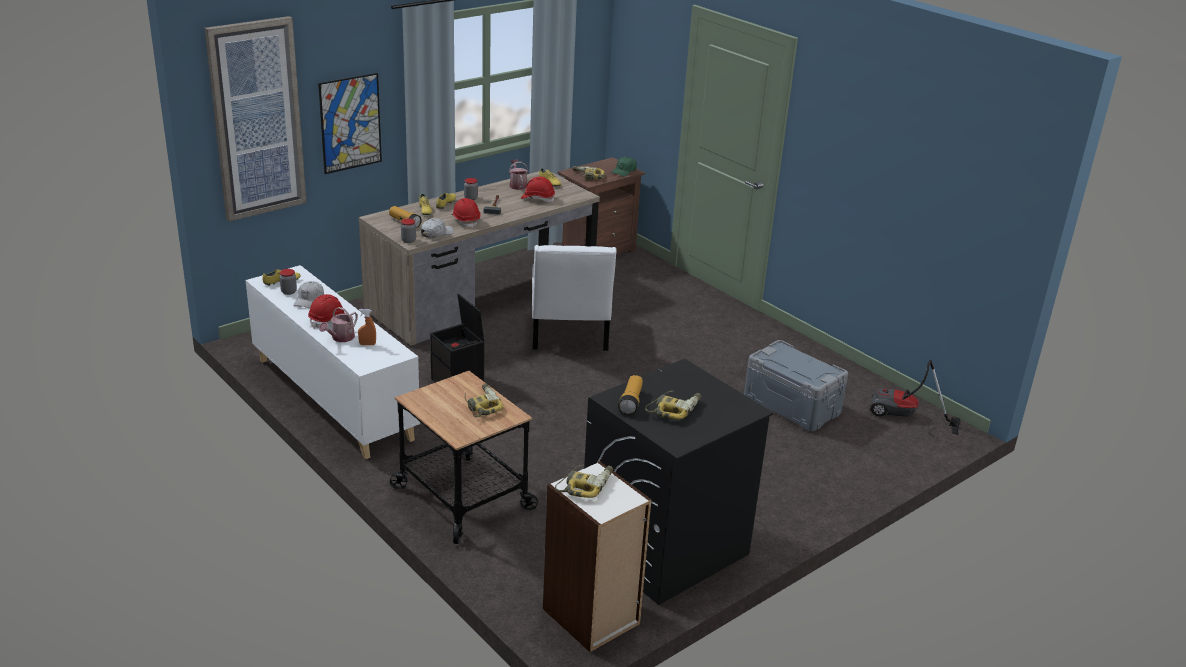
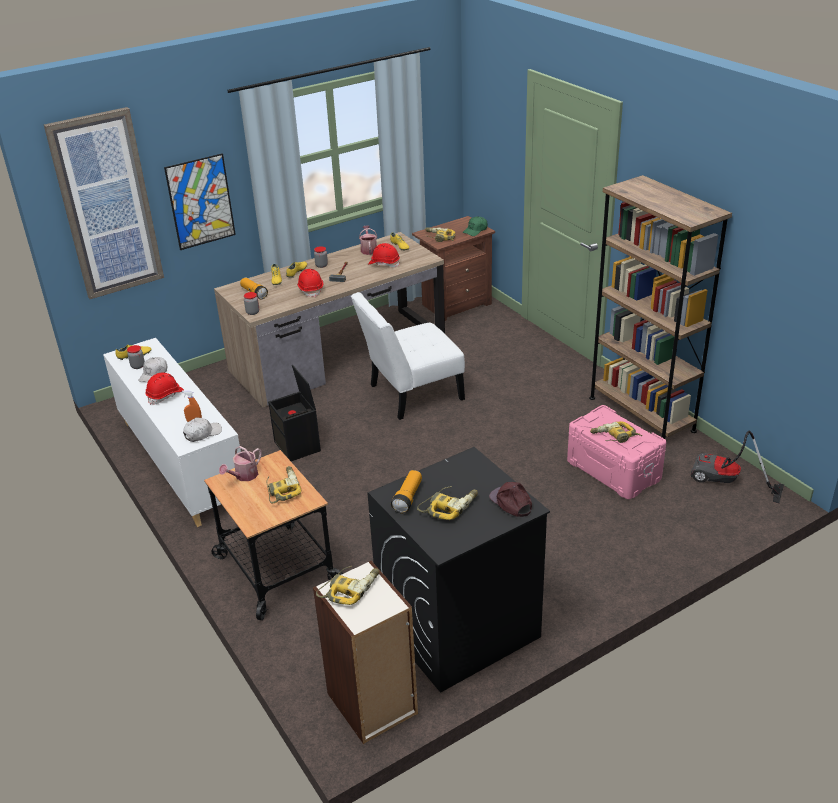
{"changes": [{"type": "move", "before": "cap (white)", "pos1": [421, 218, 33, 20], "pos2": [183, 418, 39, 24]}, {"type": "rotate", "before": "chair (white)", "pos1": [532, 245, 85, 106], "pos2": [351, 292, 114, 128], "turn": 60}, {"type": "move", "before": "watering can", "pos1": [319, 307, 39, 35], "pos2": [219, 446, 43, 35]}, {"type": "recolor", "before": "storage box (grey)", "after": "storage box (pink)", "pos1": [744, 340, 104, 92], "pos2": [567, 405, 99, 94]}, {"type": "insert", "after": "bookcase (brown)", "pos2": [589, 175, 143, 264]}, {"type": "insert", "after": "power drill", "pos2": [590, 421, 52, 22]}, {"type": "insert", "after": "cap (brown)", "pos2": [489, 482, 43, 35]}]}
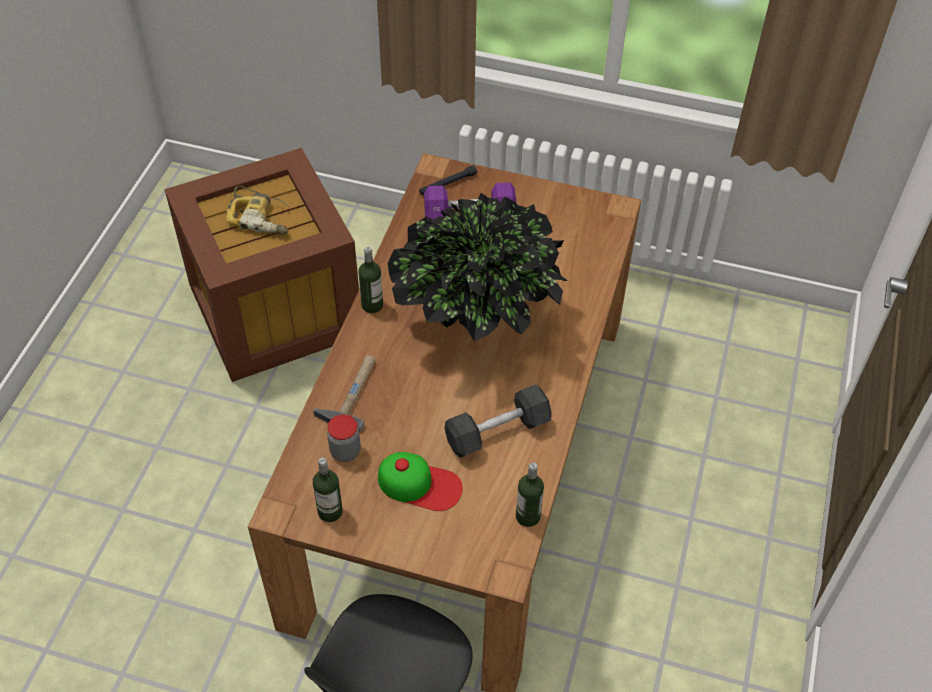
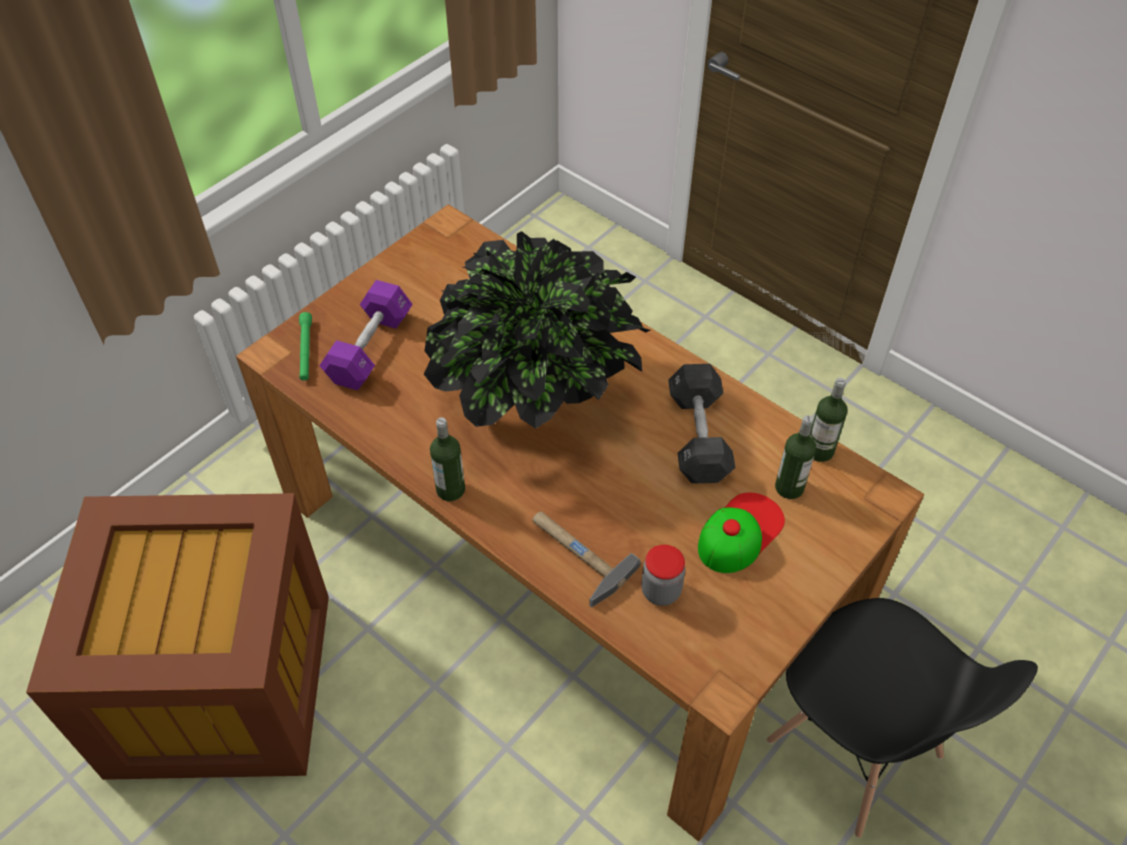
{"changes": [{"type": "recolor", "before": "flashlight (black)", "after": "flashlight (green)", "pos1": [419, 165, 58, 30], "pos2": [299, 312, 13, 69]}, {"type": "delete", "before": "power drill", "pos1": [226, 185, 64, 50]}, {"type": "move", "before": "bottle", "pos1": [313, 457, 30, 65], "pos2": [775, 415, 41, 84]}]}
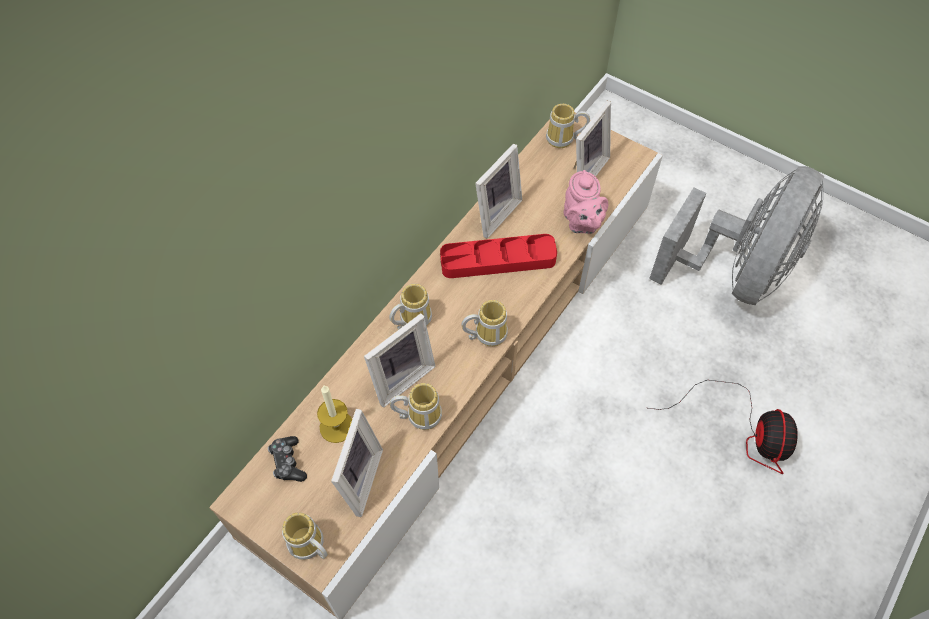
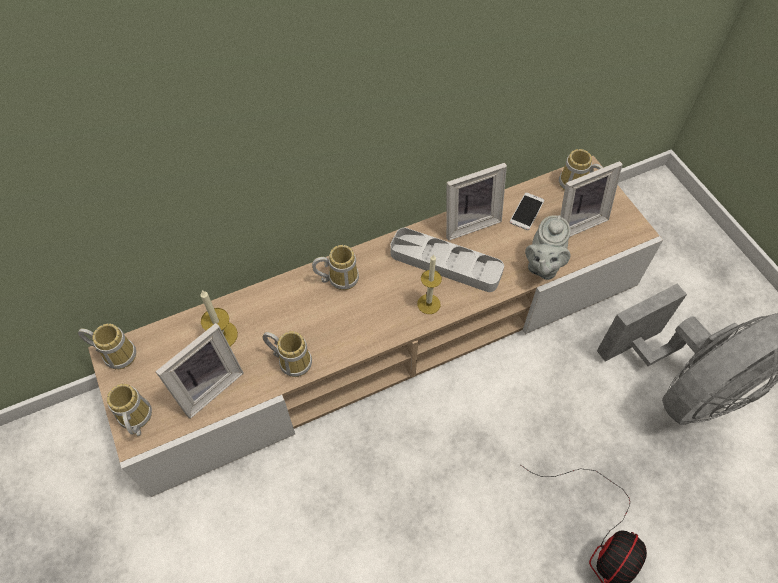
{"changes": [{"type": "recolor", "before": "teapot (pink)", "after": "teapot (grey)", "pos1": [564, 170, 44, 64], "pos2": [525, 215, 46, 65]}, {"type": "recolor", "before": "tray (red)", "after": "tray (grey)", "pos1": [440, 234, 117, 44], "pos2": [390, 228, 114, 64]}, {"type": "move", "before": "mug", "pos1": [462, 300, 46, 47], "pos2": [78, 324, 58, 46]}, {"type": "delete", "before": "picture frame", "pos1": [364, 313, 72, 95]}, {"type": "delete", "before": "game controller", "pos1": [268, 436, 39, 46]}, {"type": "insert", "after": "phone", "pos2": [510, 193, 34, 37]}, {"type": "insert", "after": "candle", "pos2": [417, 254, 25, 60]}]}
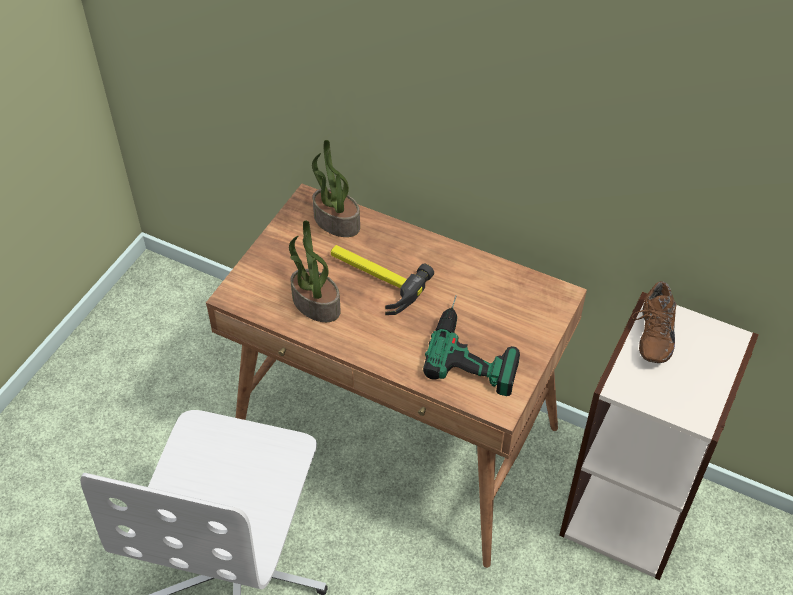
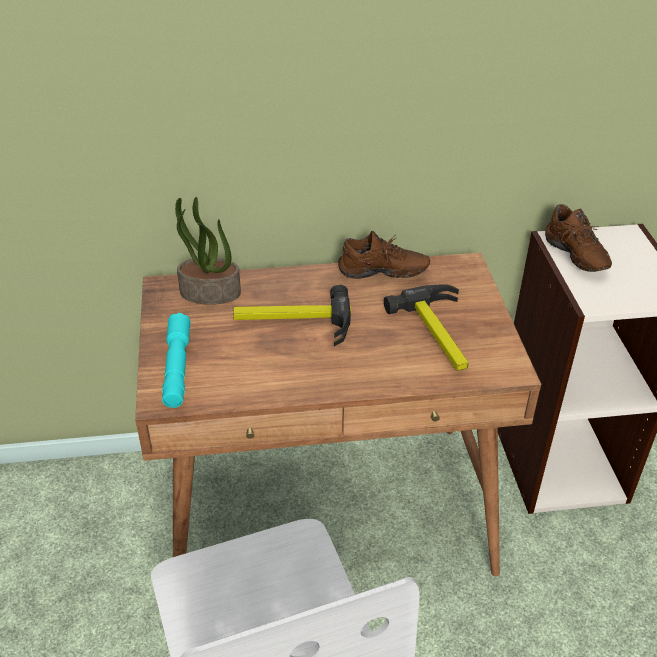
{"changes": [{"type": "delete", "before": "potted plant", "pos1": [289, 221, 52, 101]}, {"type": "replace", "before": "power drill", "after": "hammer", "pos1": [423, 295, 97, 101], "pos2": [384, 285, 85, 86]}, {"type": "insert", "after": "shoe (brown)", "pos2": [338, 231, 92, 48]}, {"type": "insert", "after": "flashlight (turquoise)", "pos2": [162, 313, 29, 95]}]}
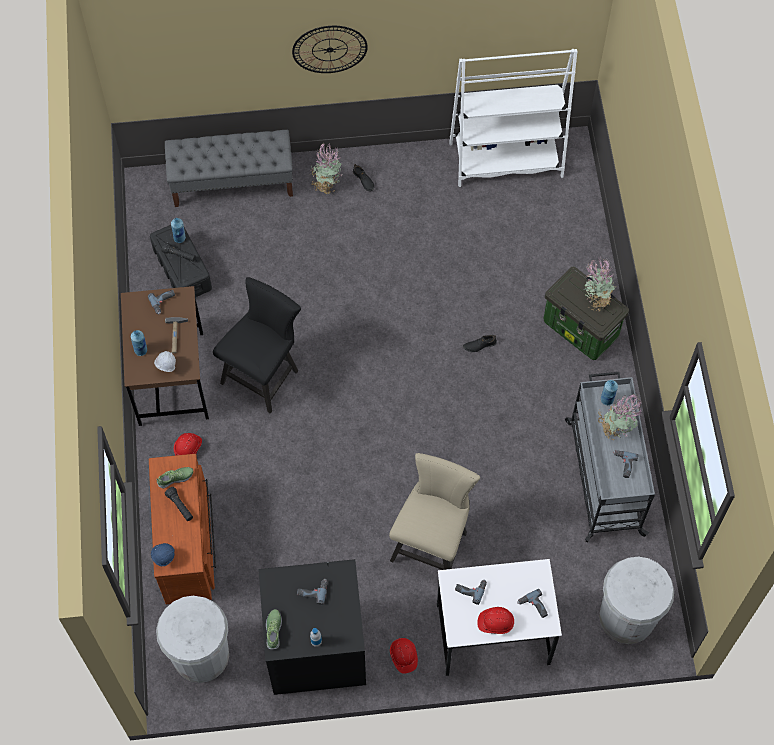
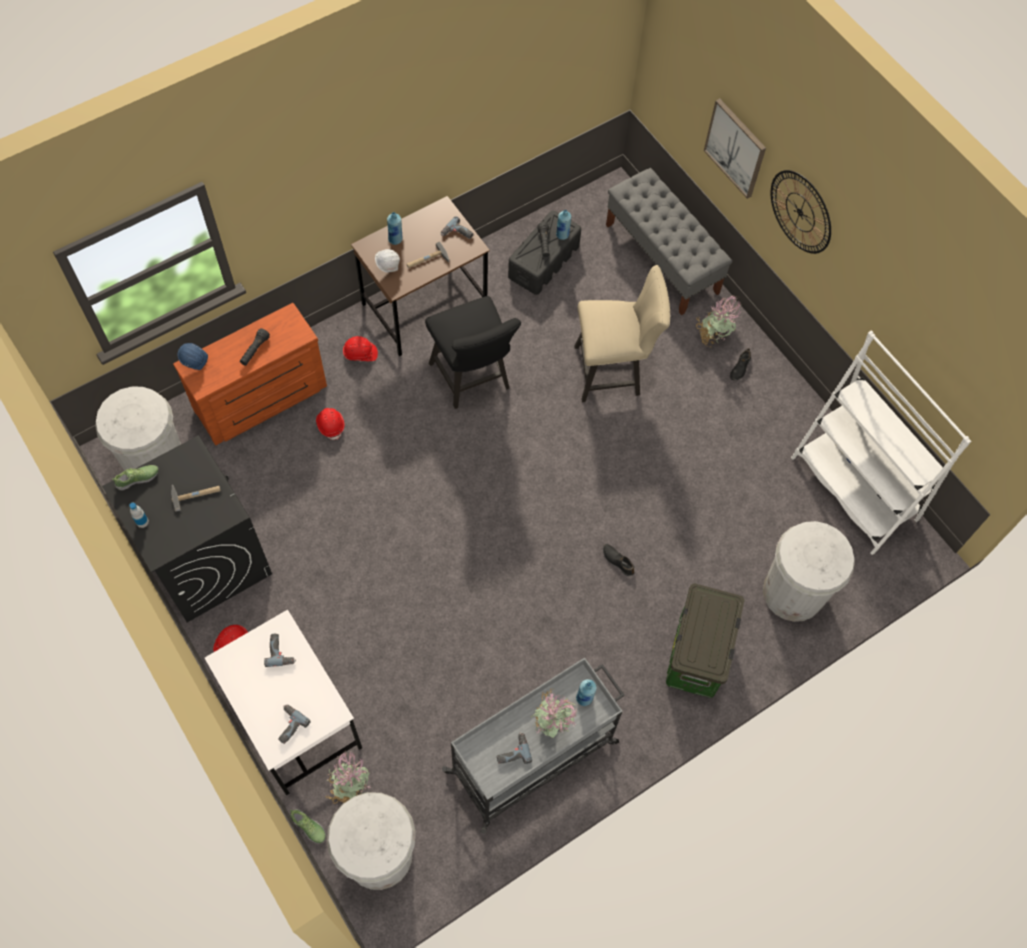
{"changes": [{"type": "move", "before": "potted plant", "pos1": [584, 256, 32, 55], "pos2": [326, 750, 45, 54]}, {"type": "rotate", "before": "chair (black)", "pos1": [213, 277, 88, 137], "pos2": [425, 296, 96, 113], "turn": 60}, {"type": "move", "before": "chair (beige)", "pos1": [389, 453, 91, 117], "pos2": [574, 265, 96, 137]}, {"type": "move", "before": "shoe", "pos1": [156, 467, 37, 21], "pos2": [290, 809, 36, 34]}, {"type": "replace", "before": "power drill", "after": "hammer", "pos1": [297, 579, 31, 26], "pos2": [171, 485, 50, 26]}, {"type": "move", "before": "hard hat (red)", "pos1": [478, 607, 36, 27], "pos2": [316, 408, 28, 32]}, {"type": "insert", "after": "picture", "pos2": [704, 99, 62, 100]}, {"type": "insert", "after": "trash can (white)", "pos2": [763, 521, 92, 101]}]}
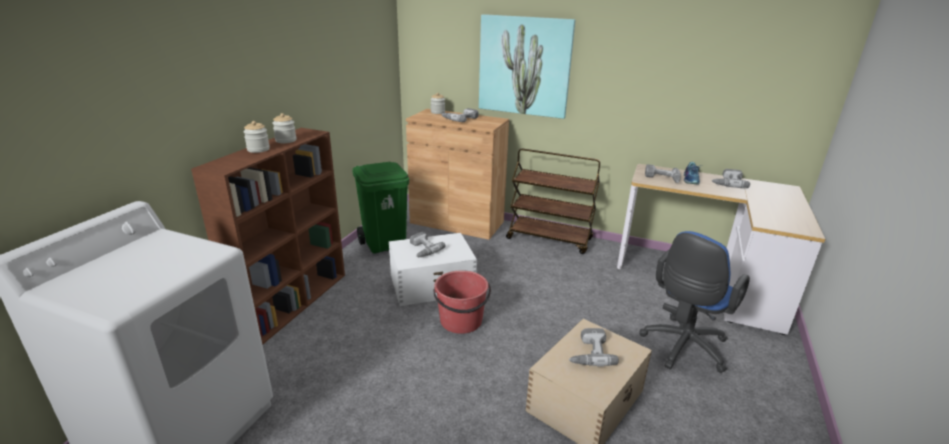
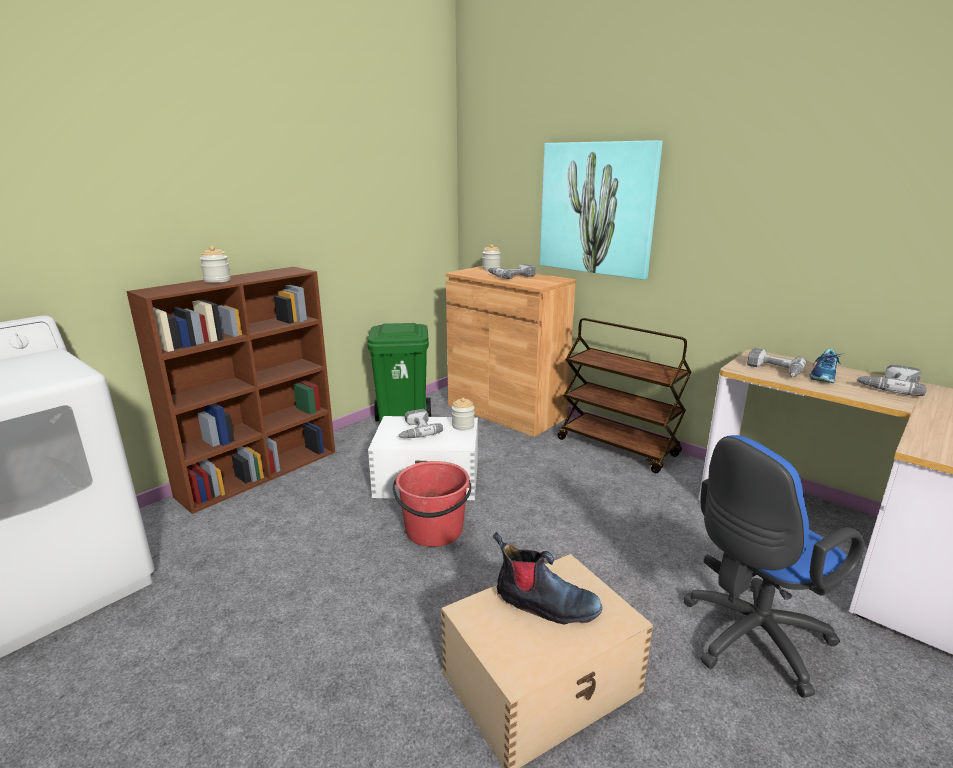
{"changes": [{"type": "move", "before": "jar", "pos1": [272, 113, 25, 30], "pos2": [452, 398, 23, 32]}, {"type": "replace", "before": "power drill", "after": "boot", "pos1": [569, 328, 50, 39], "pos2": [493, 532, 109, 93]}]}
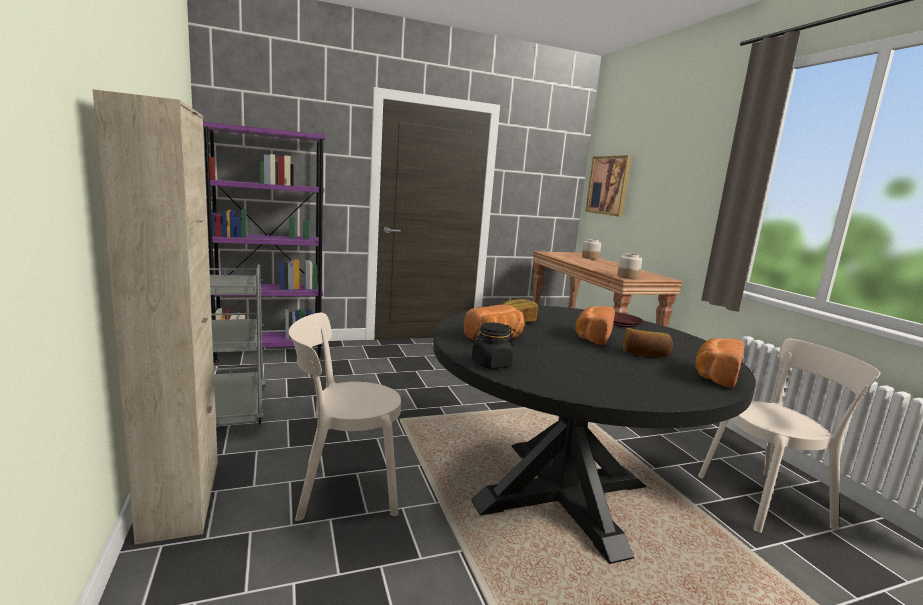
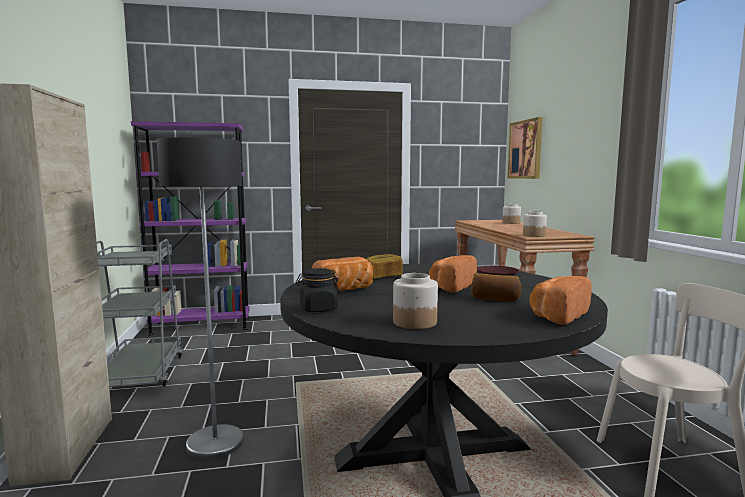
{"changes": [{"type": "replace", "before": "chair (beige)", "after": "floor lamp", "pos1": [288, 313, 113, 208], "pos2": [156, 137, 88, 322]}, {"type": "insert", "after": "jar", "pos2": [393, 273, 45, 56]}]}
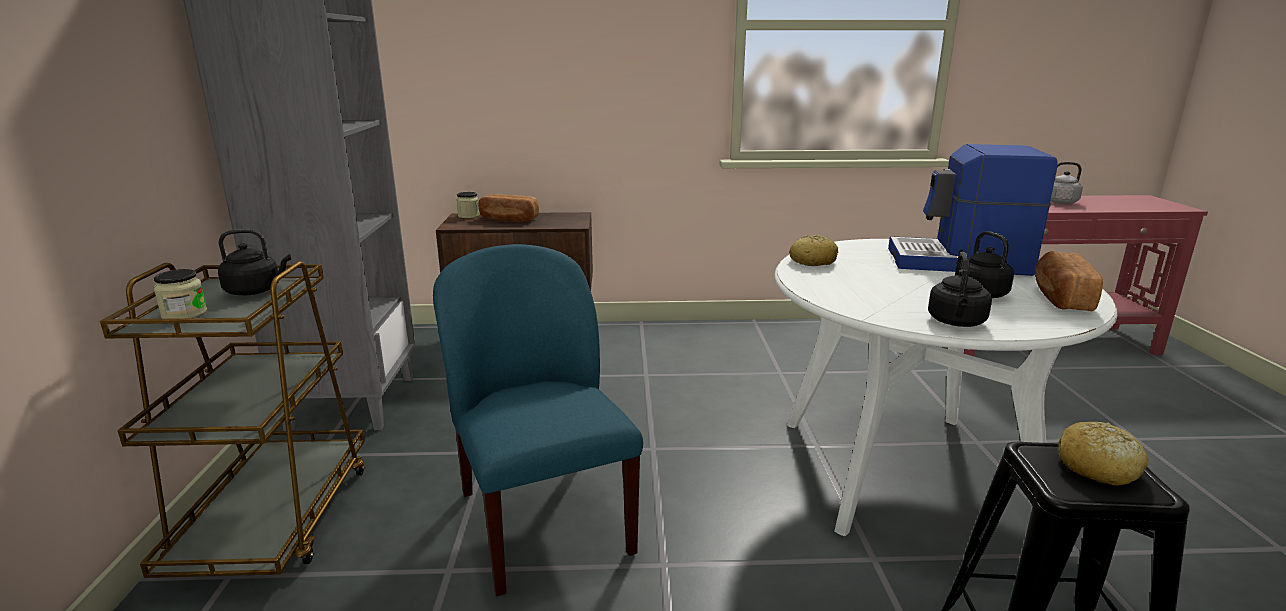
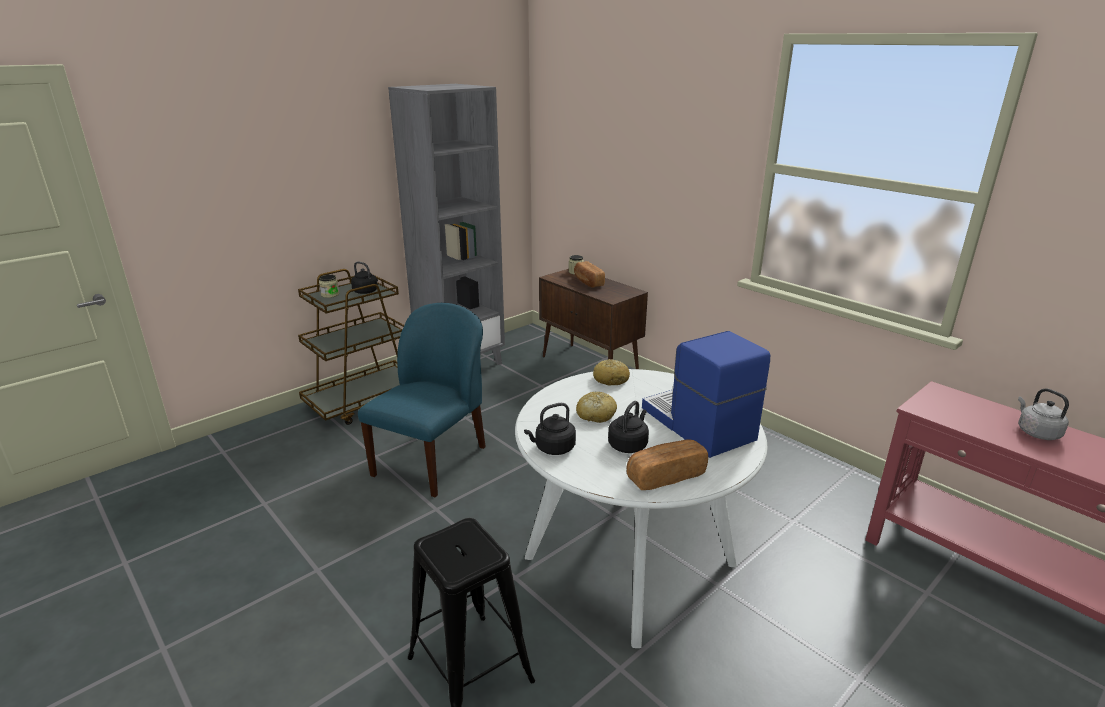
{"changes": [{"type": "move", "before": "bread", "pos1": [1058, 422, 90, 64], "pos2": [576, 392, 41, 31]}]}
